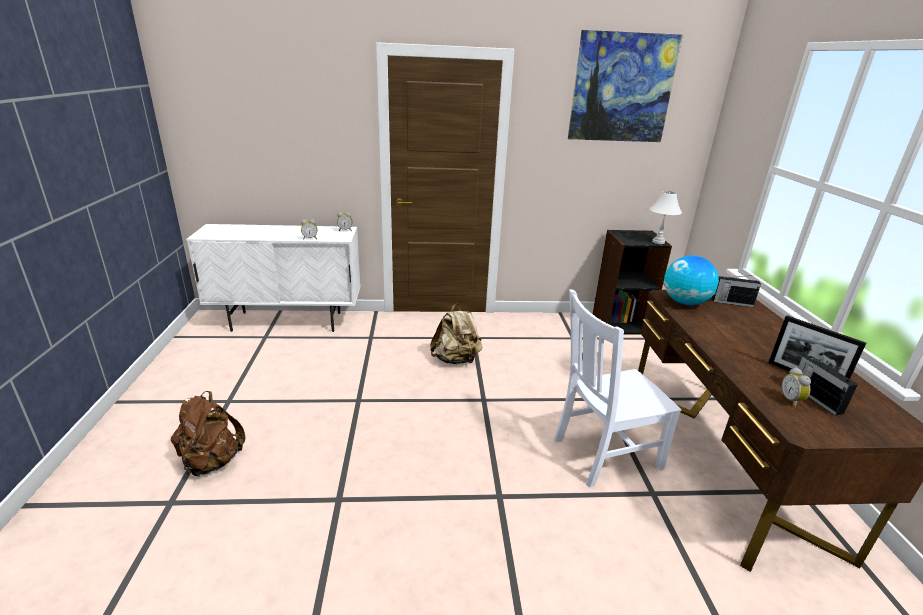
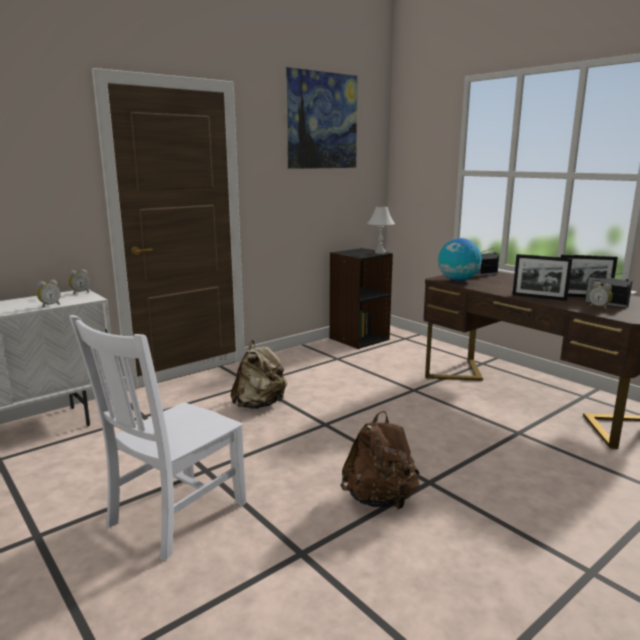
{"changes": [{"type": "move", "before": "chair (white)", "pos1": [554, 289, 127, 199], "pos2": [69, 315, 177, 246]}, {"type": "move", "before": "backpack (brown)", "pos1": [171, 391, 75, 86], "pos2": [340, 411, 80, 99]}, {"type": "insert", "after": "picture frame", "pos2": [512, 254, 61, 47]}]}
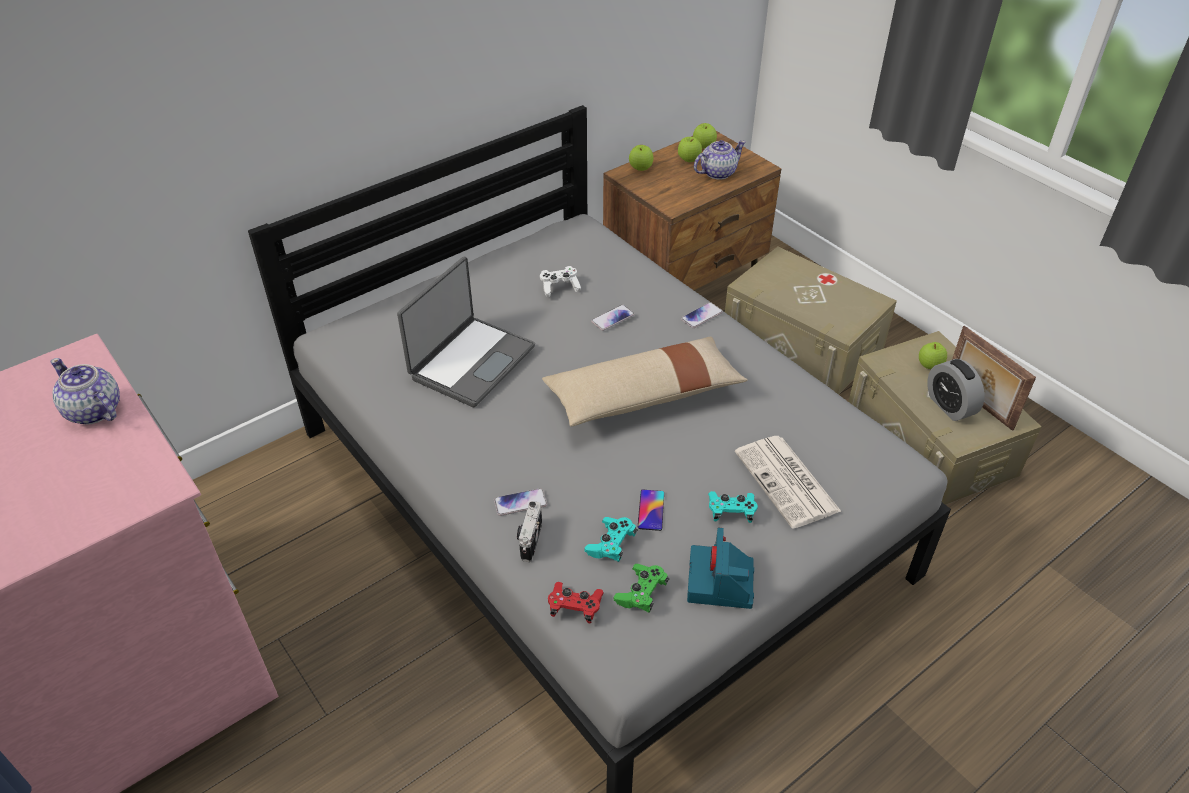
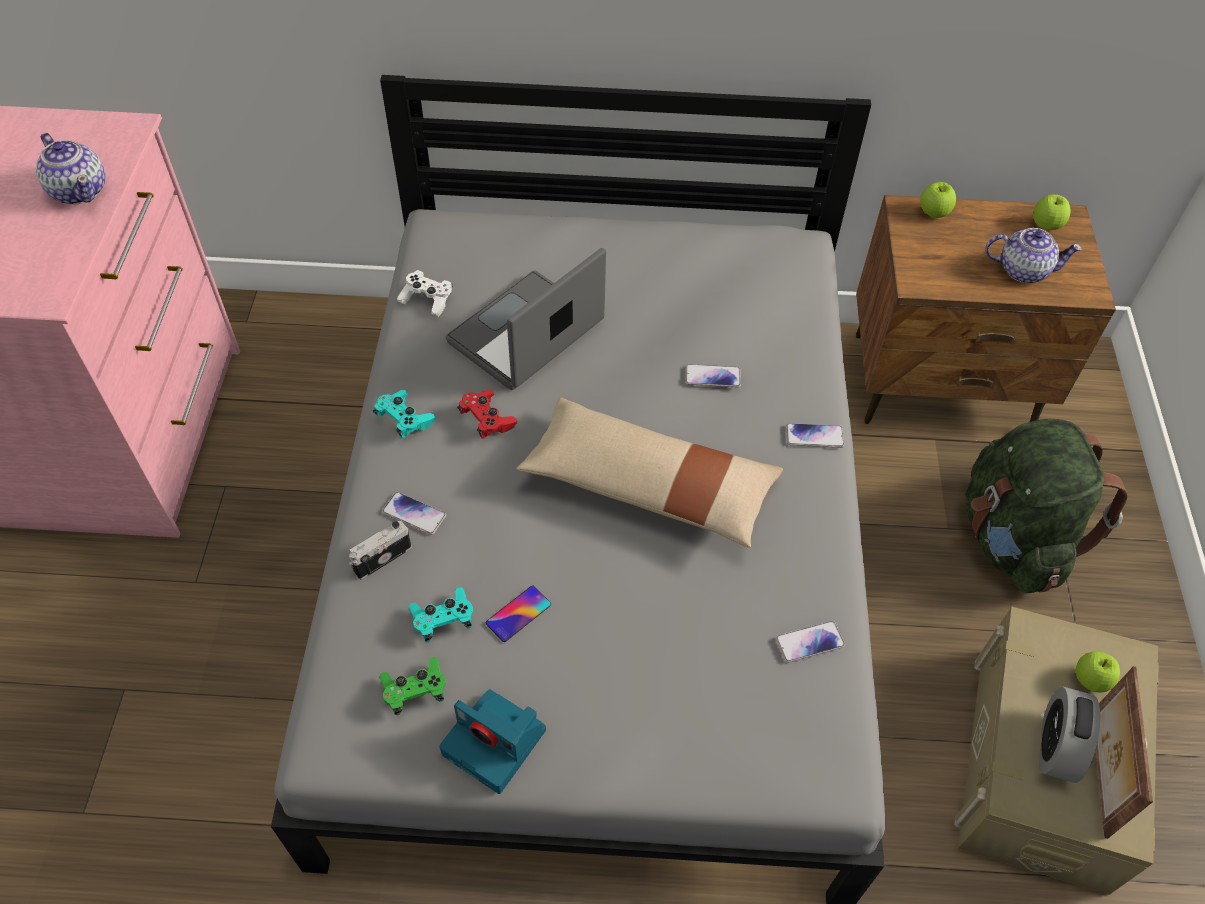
{"changes": [{"type": "delete", "before": "apple", "pos1": [678, 137, 24, 25]}, {"type": "replace", "before": "storage box (beige)", "after": "backpack (green)", "pos1": [725, 247, 172, 148], "pos2": [966, 419, 162, 174]}, {"type": "rotate", "before": "laptop", "pos1": [397, 256, 138, 151], "pos2": [446, 248, 160, 142], "turn": 150}, {"type": "move", "before": "game controller (white)", "pos1": [540, 266, 41, 31], "pos2": [397, 270, 56, 47]}, {"type": "rotate", "before": "teapot", "pos1": [50, 358, 70, 67], "pos2": [36, 133, 69, 72], "turn": 150}, {"type": "delete", "before": "newspaper", "pos1": [735, 436, 107, 93]}, {"type": "move", "before": "game controller (turquoise)", "pos1": [708, 491, 50, 32], "pos2": [373, 390, 62, 49]}, {"type": "rotate", "before": "photo camera", "pos1": [687, 528, 67, 81], "pos2": [439, 689, 107, 105], "turn": -105}, {"type": "move", "before": "game controller (red)", "pos1": [548, 582, 56, 41], "pos2": [457, 390, 60, 49]}, {"type": "insert", "after": "phone", "pos2": [776, 621, 69, 42]}]}
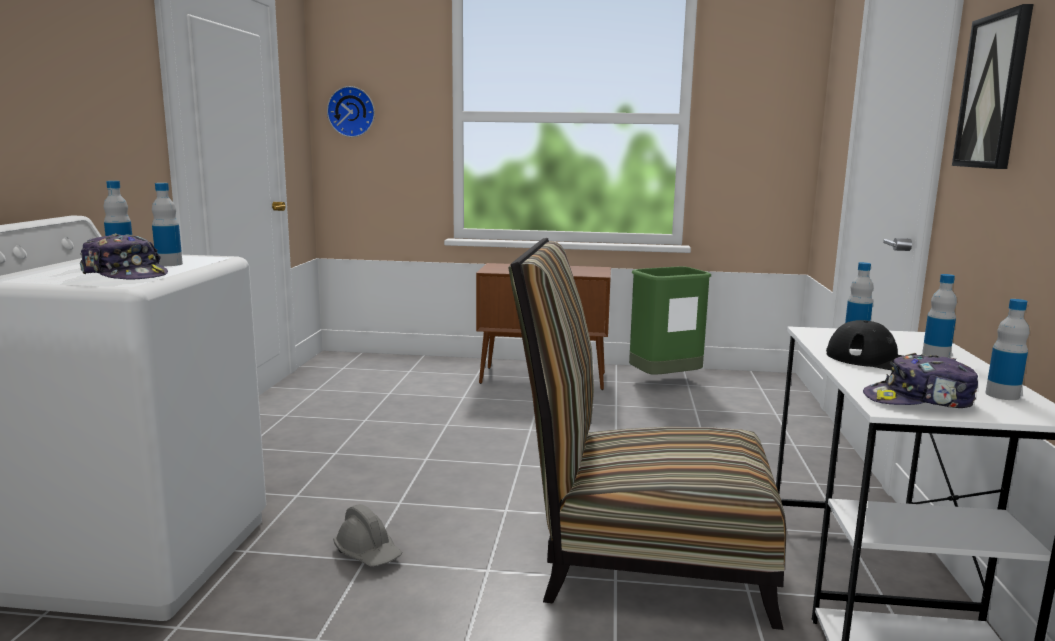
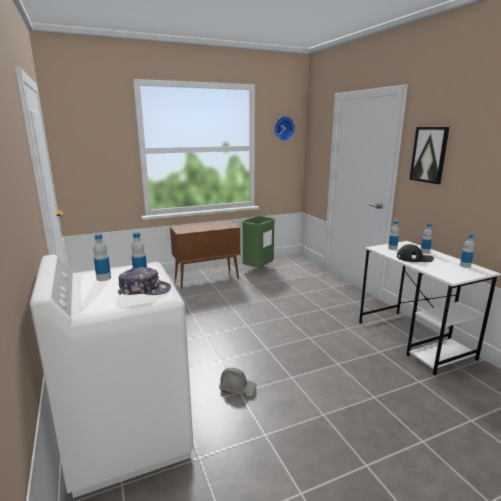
{"changes": [{"type": "move", "before": "wall clock", "pos1": [327, 86, 48, 51], "pos2": [274, 116, 21, 25]}, {"type": "delete", "before": "chair", "pos1": [508, 238, 278, 392]}, {"type": "delete", "before": "cap", "pos1": [863, 353, 115, 55]}]}
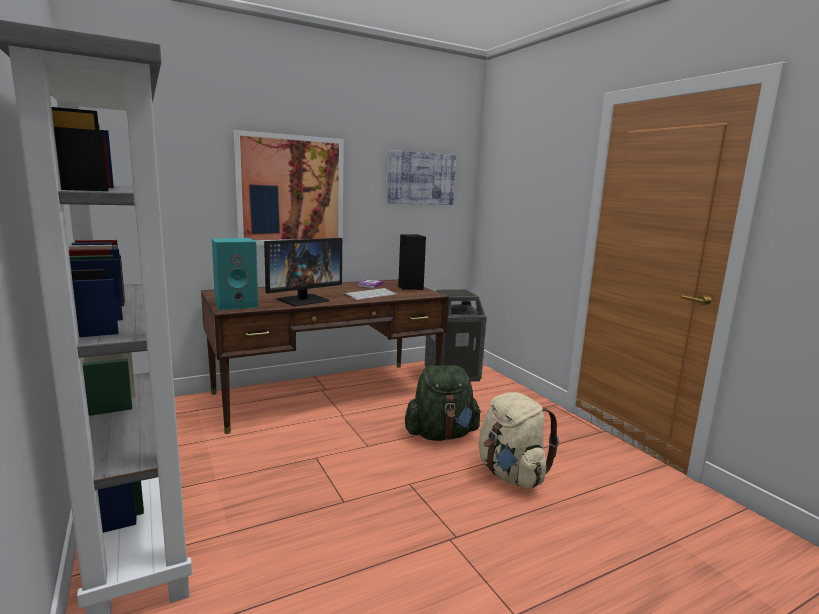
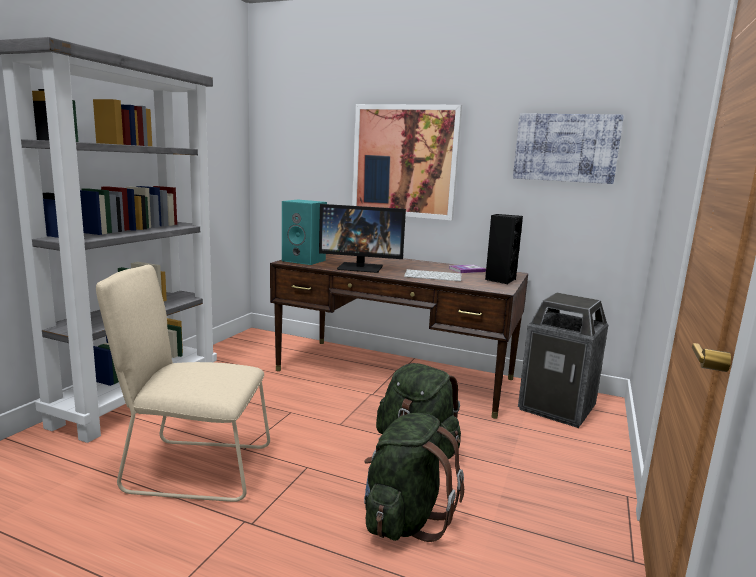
{"changes": [{"type": "recolor", "before": "backpack (beige)", "after": "backpack (green)", "pos1": [479, 392, 80, 97], "pos2": [364, 413, 100, 129]}, {"type": "insert", "after": "chair (beige)", "pos2": [96, 265, 174, 237]}]}
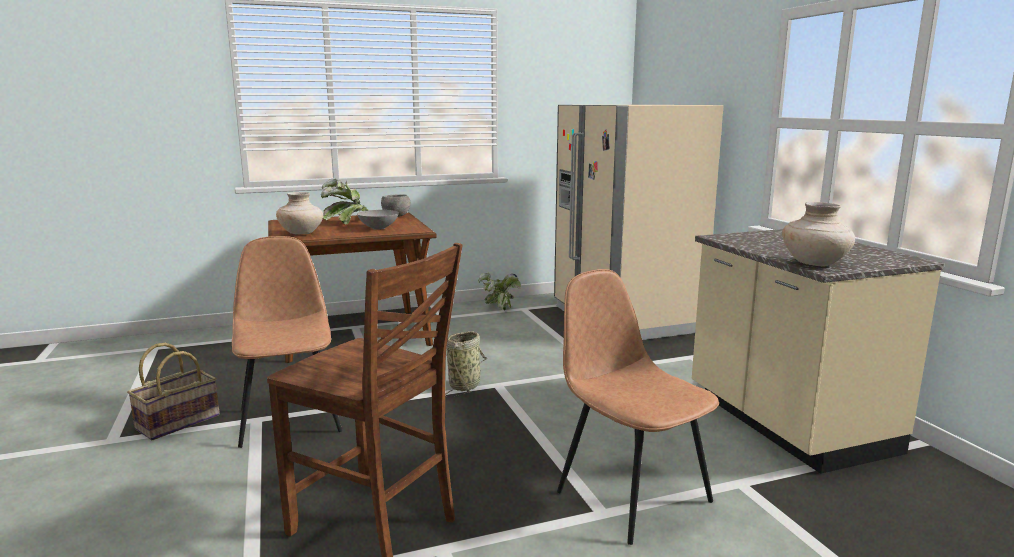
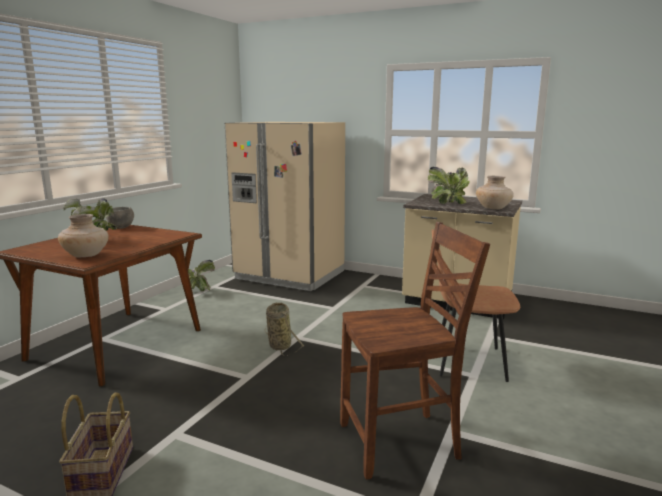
{"changes": [{"type": "delete", "before": "bowl (grey)", "pos1": [357, 210, 42, 20]}, {"type": "delete", "before": "chair (brown)", "pos1": [232, 236, 110, 212]}, {"type": "insert", "after": "potted plant", "pos2": [428, 167, 42, 37]}]}
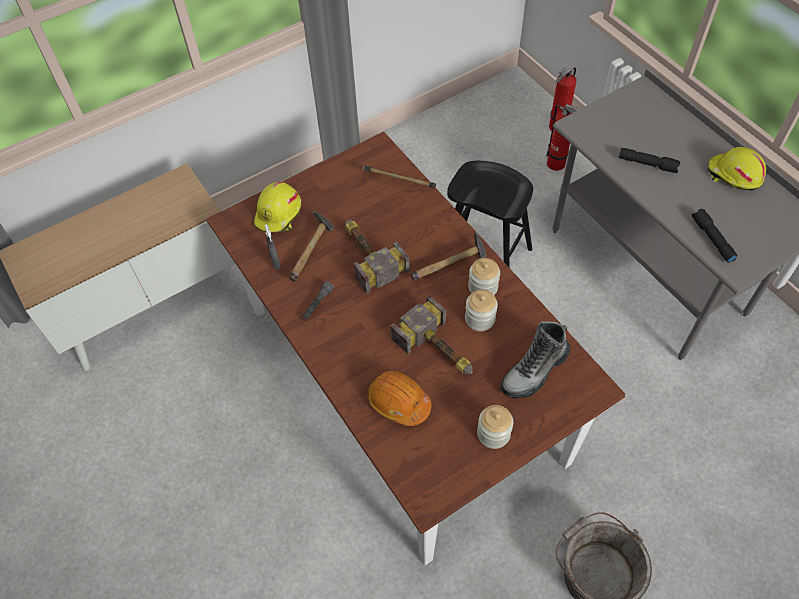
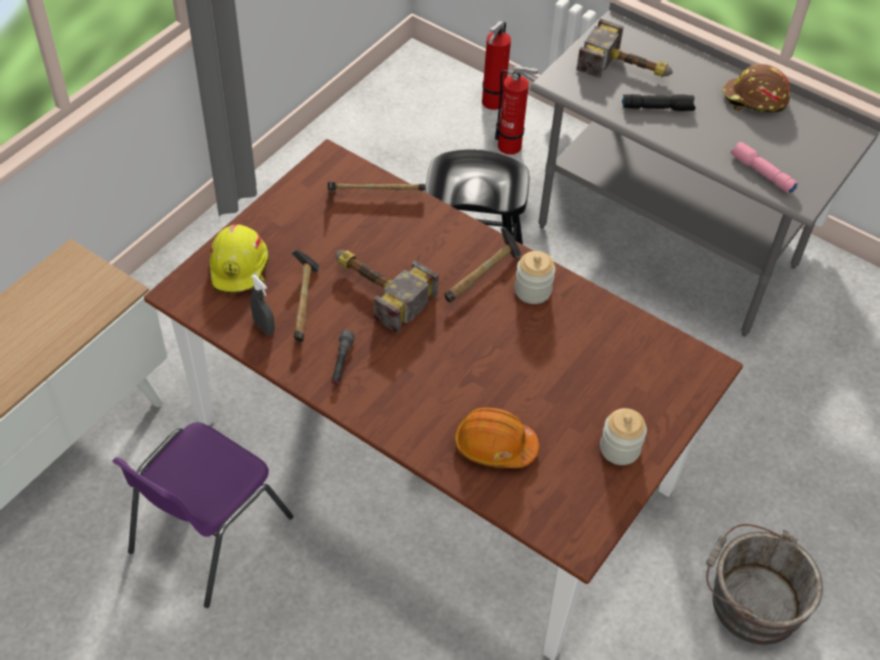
{"changes": [{"type": "recolor", "before": "hard hat (yellow)", "after": "hard hat (brown)", "pos1": [708, 147, 58, 44], "pos2": [723, 64, 67, 49]}, {"type": "recolor", "before": "flashlight (black)", "after": "flashlight (pink)", "pos1": [692, 209, 45, 54], "pos2": [730, 142, 68, 52]}, {"type": "delete", "before": "jar", "pos1": [465, 289, 33, 42]}, {"type": "move", "before": "hammer", "pos1": [390, 295, 83, 79], "pos2": [576, 19, 97, 59]}, {"type": "delete", "before": "boot", "pos1": [500, 321, 70, 77]}, {"type": "insert", "after": "chair (purple)", "pos2": [112, 422, 181, 186]}]}
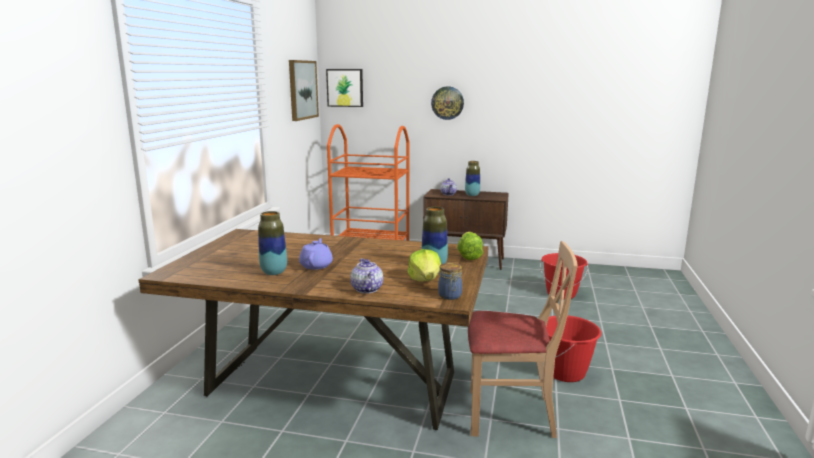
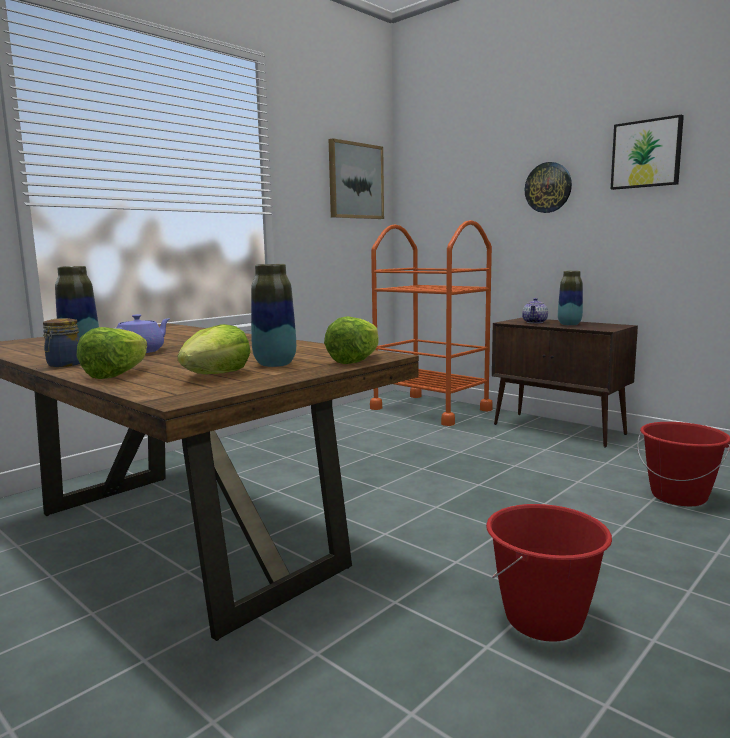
{"changes": [{"type": "move", "before": "picture", "pos1": [326, 69, 37, 38], "pos2": [611, 114, 73, 76]}, {"type": "delete", "before": "chair (beige)", "pos1": [468, 241, 110, 197]}, {"type": "replace", "before": "teapot", "after": "lettuce", "pos1": [351, 259, 32, 35], "pos2": [77, 327, 70, 52]}, {"type": "move", "before": "jar", "pos1": [438, 263, 24, 37], "pos2": [43, 318, 37, 49]}]}
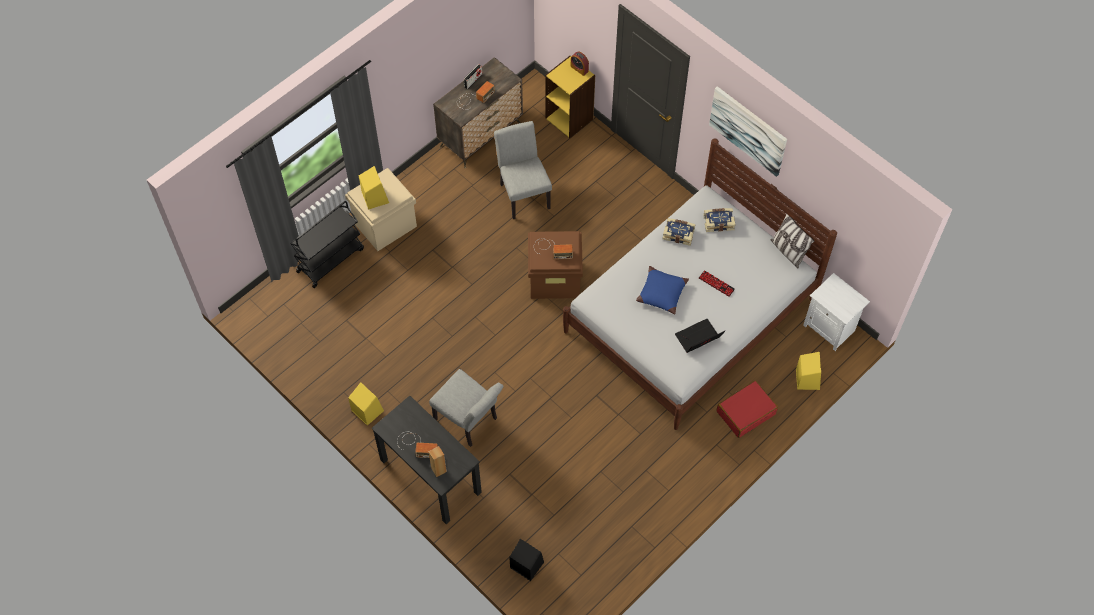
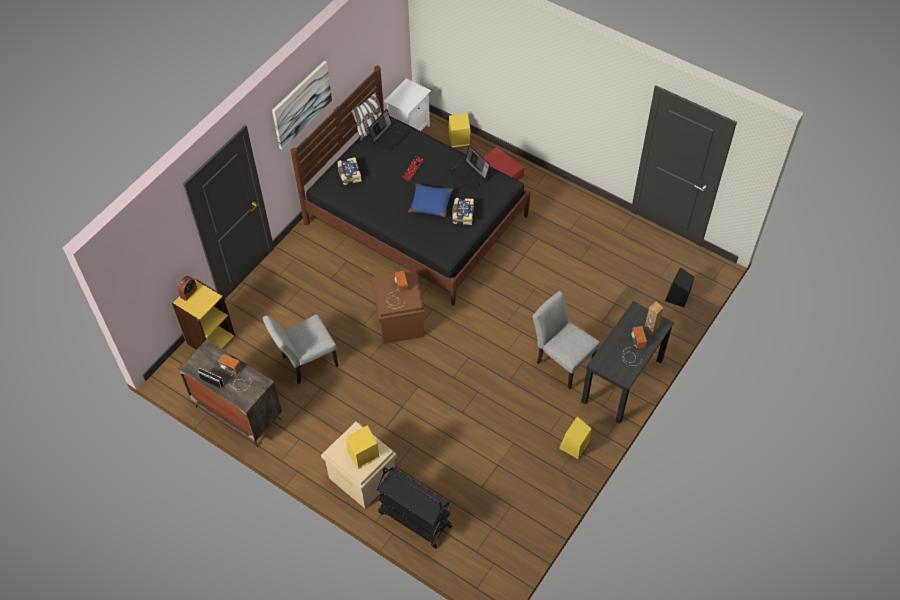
{"changes": [{"type": "recolor", "before": "bed (white)", "after": "bed (black)", "pos1": [563, 138, 274, 292], "pos2": [291, 66, 240, 240]}, {"type": "move", "before": "book", "pos1": [662, 218, 34, 28], "pos2": [452, 198, 22, 27]}, {"type": "rotate", "before": "chair (grey)", "pos1": [429, 369, 75, 78], "pos2": [532, 291, 68, 99], "turn": -75}, {"type": "insert", "after": "laptop", "pos2": [368, 109, 40, 43]}]}
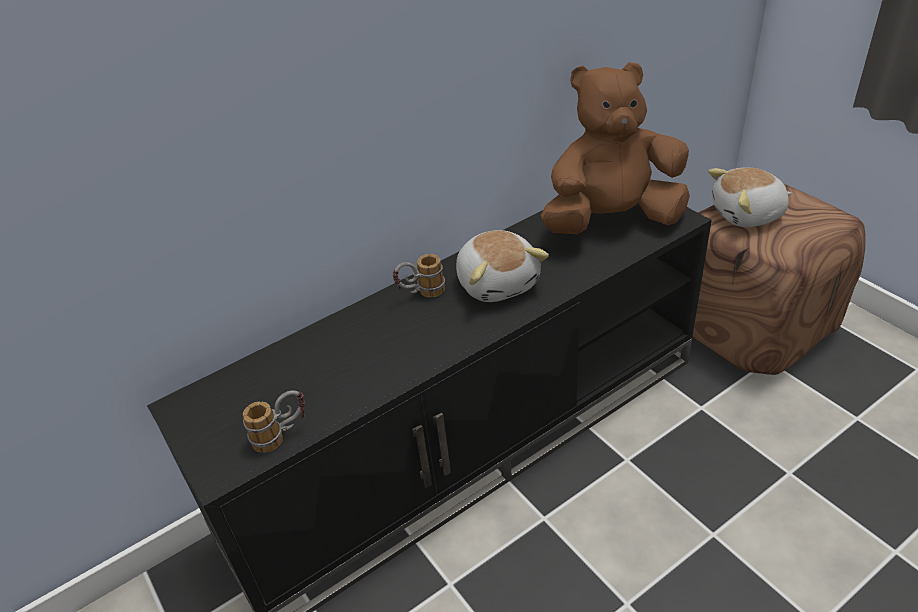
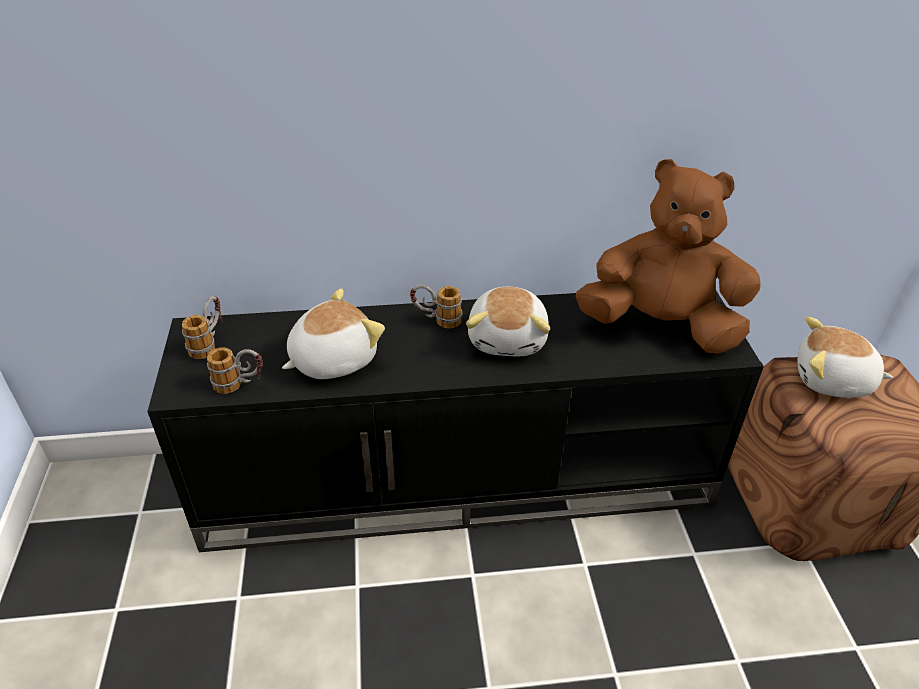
{"changes": [{"type": "insert", "after": "plush toy", "pos2": [282, 288, 103, 91]}, {"type": "insert", "after": "mug", "pos2": [182, 296, 40, 63]}]}
